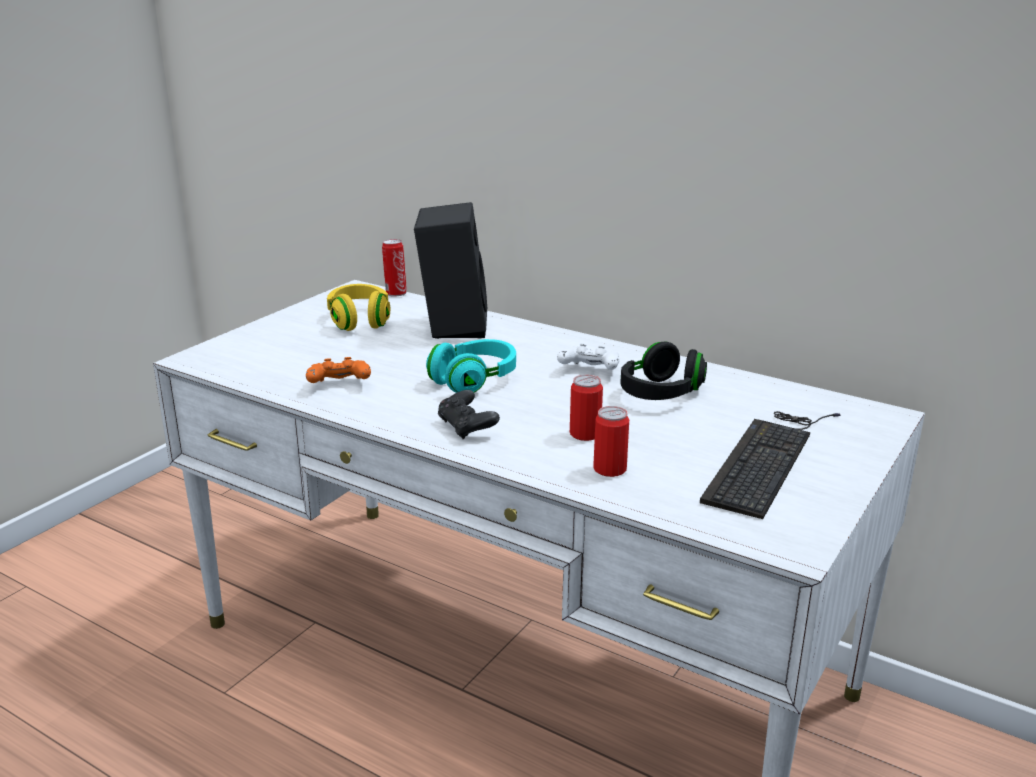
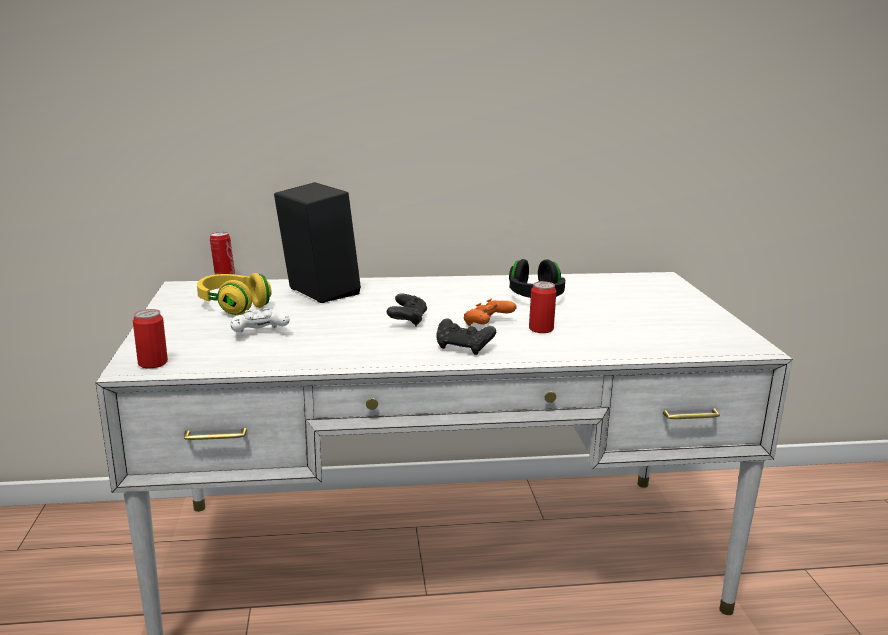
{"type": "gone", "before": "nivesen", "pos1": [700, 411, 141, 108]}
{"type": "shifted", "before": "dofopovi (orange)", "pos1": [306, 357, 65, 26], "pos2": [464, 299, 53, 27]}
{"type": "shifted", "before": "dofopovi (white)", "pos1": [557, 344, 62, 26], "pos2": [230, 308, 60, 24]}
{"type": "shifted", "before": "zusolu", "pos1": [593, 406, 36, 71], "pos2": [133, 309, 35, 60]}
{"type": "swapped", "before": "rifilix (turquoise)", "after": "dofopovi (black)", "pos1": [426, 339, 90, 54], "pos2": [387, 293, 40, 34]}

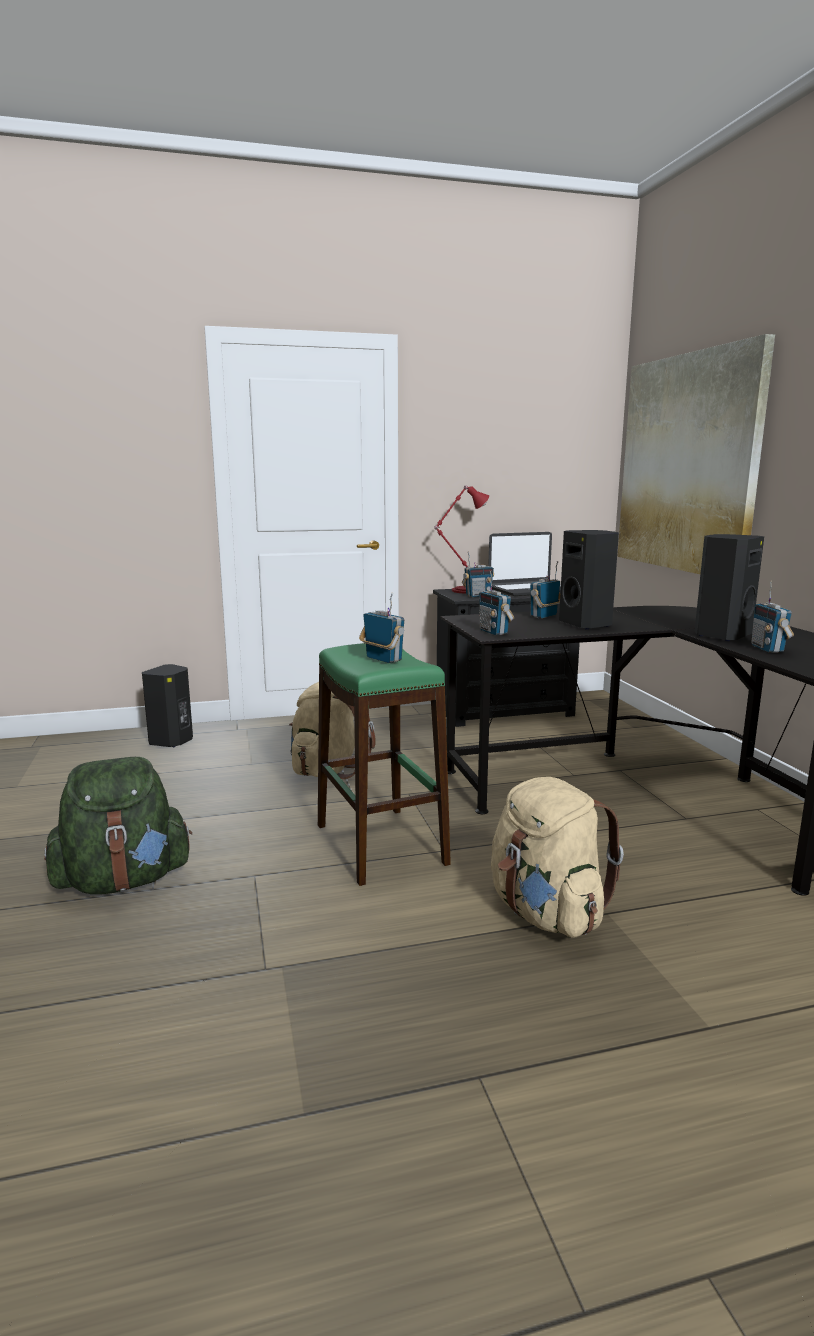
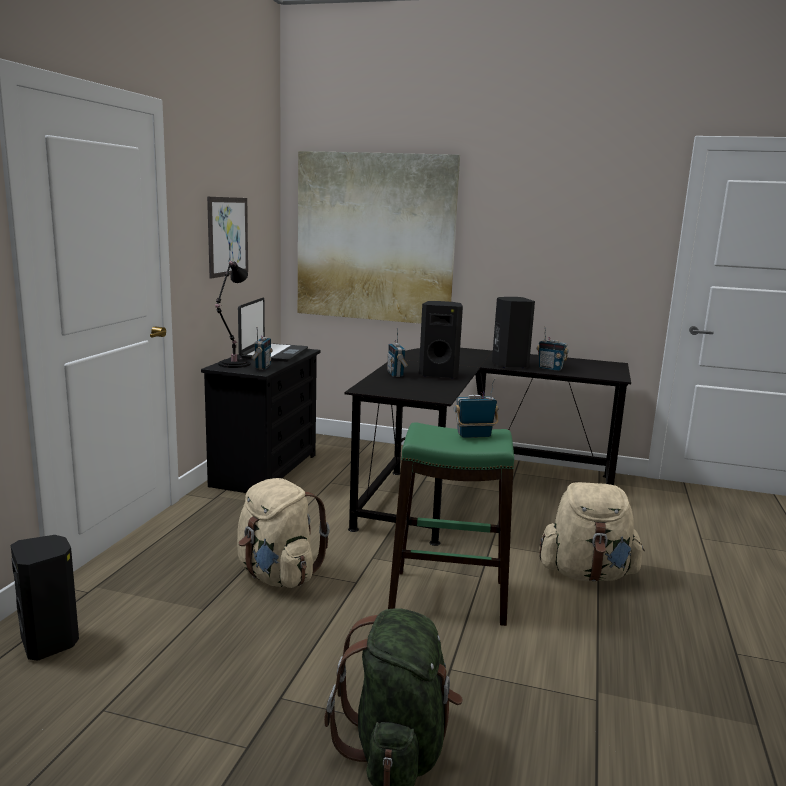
{"type": "gone", "before": "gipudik", "pos1": [479, 570, 35, 65]}
{"type": "new", "after": "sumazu", "pos2": [207, 197, 41, 82]}
{"type": "repainted", "before": "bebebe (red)", "after": "bebebe (black)", "pos1": [434, 486, 55, 108], "pos2": [215, 261, 35, 107]}

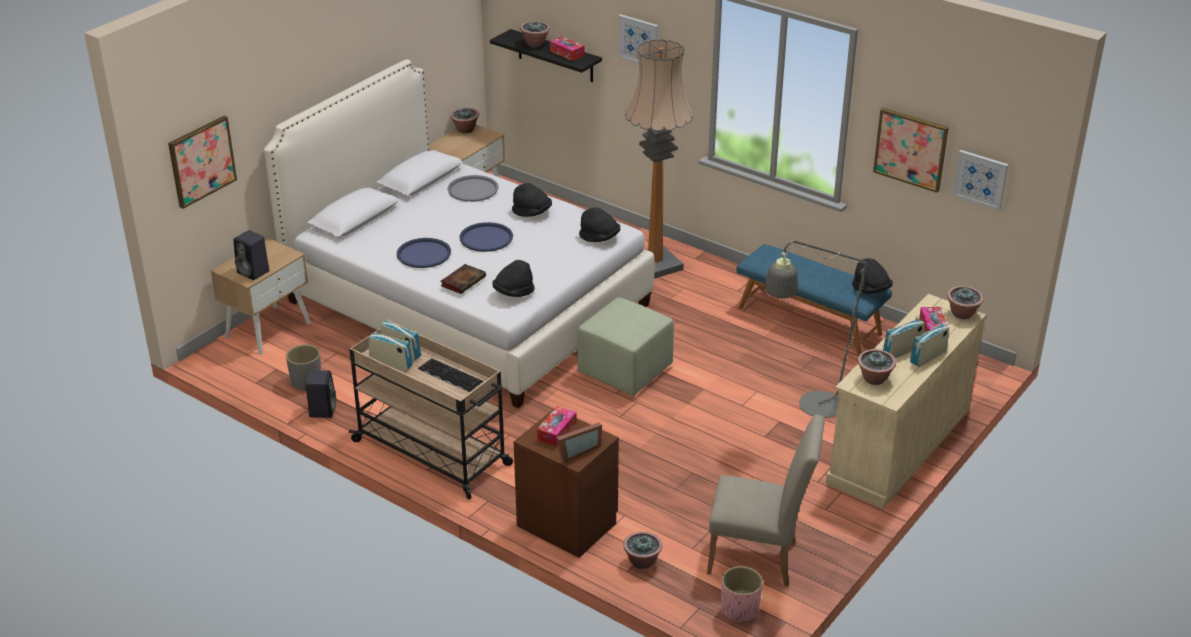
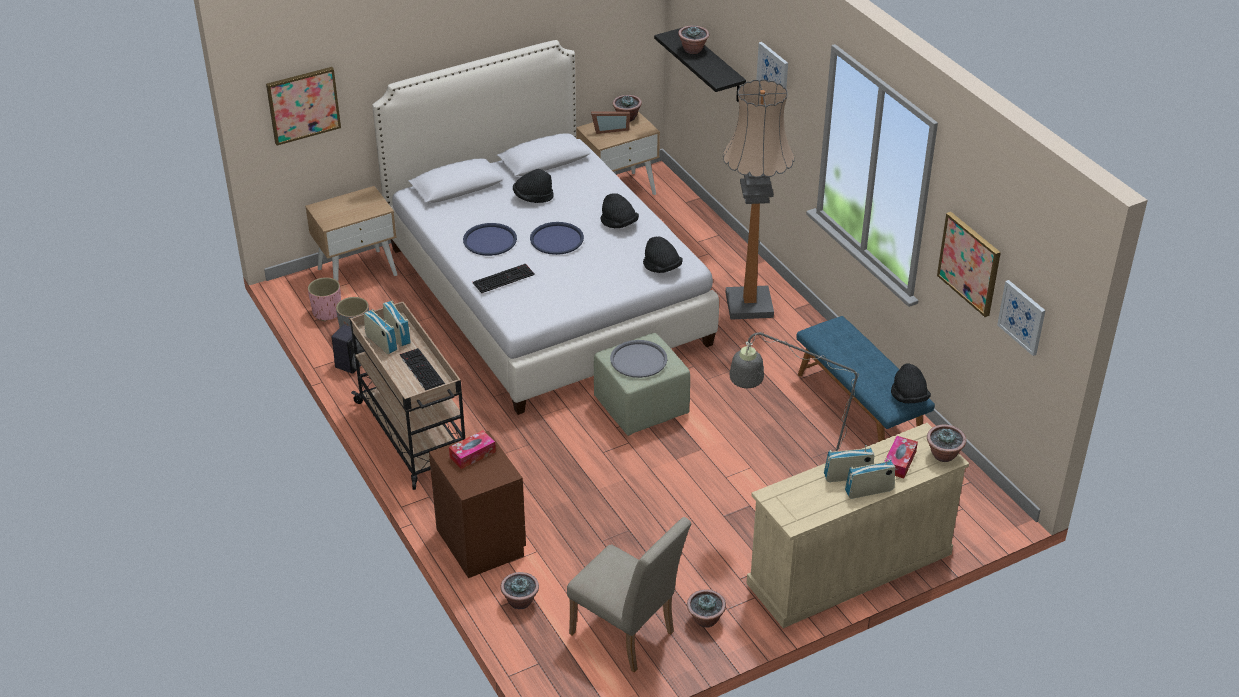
{"type": "gone", "before": "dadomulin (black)", "pos1": [234, 230, 35, 50]}
{"type": "gone", "before": "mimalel", "pos1": [550, 36, 35, 25]}
{"type": "shifted", "before": "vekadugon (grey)", "pos1": [448, 175, 50, 27], "pos2": [610, 340, 57, 38]}
{"type": "shifted", "before": "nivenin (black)", "pos1": [492, 260, 43, 37], "pos2": [513, 169, 41, 34]}
{"type": "shifted", "before": "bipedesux", "pos1": [556, 422, 46, 41], "pos2": [591, 111, 39, 23]}
{"type": "shifted", "before": "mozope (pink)", "pos1": [721, 566, 42, 57], "pos2": [308, 277, 33, 44]}
{"type": "shifted", "before": "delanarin", "pos1": [858, 349, 38, 36], "pos2": [687, 590, 39, 38]}
{"type": "swapped", "before": "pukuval", "after": "nivesen", "pos1": [440, 264, 46, 30], "pos2": [473, 264, 62, 29]}

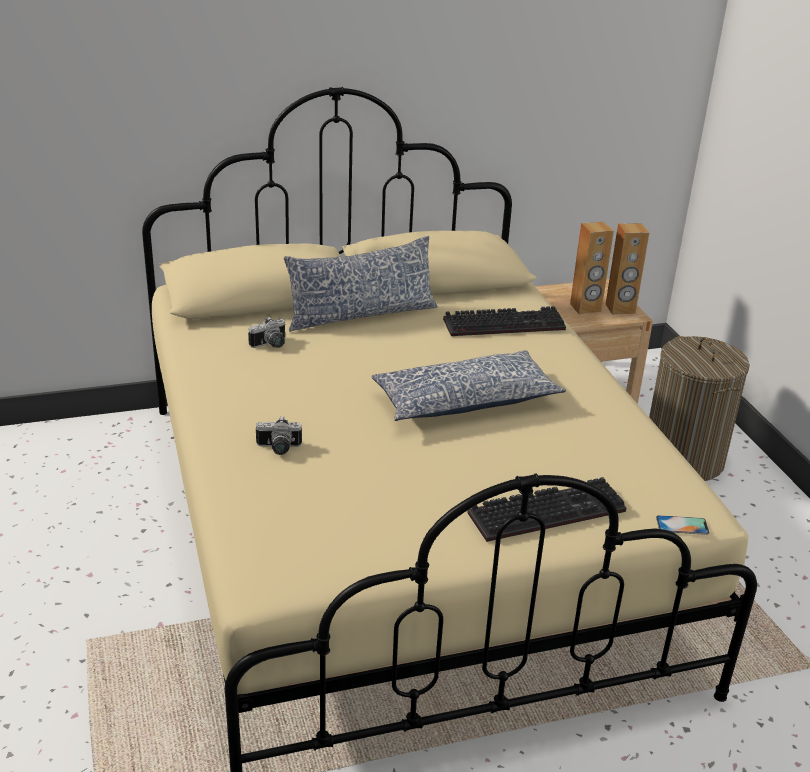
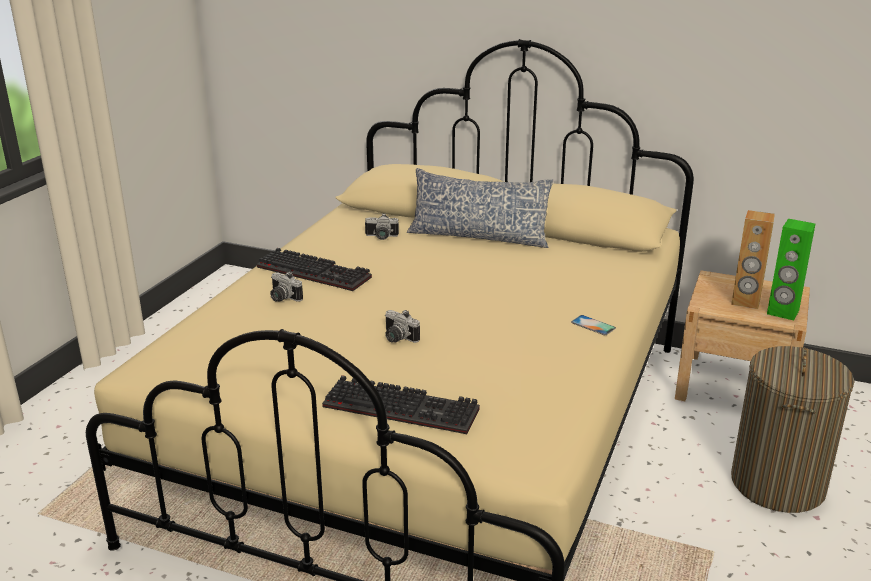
{"type": "gone", "before": "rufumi", "pos1": [371, 350, 195, 71]}
{"type": "new", "after": "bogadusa", "pos2": [385, 310, 35, 33]}
{"type": "shifted", "before": "nivesen", "pos1": [443, 306, 123, 30], "pos2": [257, 248, 115, 43]}
{"type": "shifted", "before": "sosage", "pos1": [656, 515, 54, 20], "pos2": [571, 315, 45, 20]}
{"type": "repainted", "before": "dadomulin (brown)", "after": "dadomulin (green)", "pos1": [606, 223, 44, 91], "pos2": [767, 219, 48, 101]}

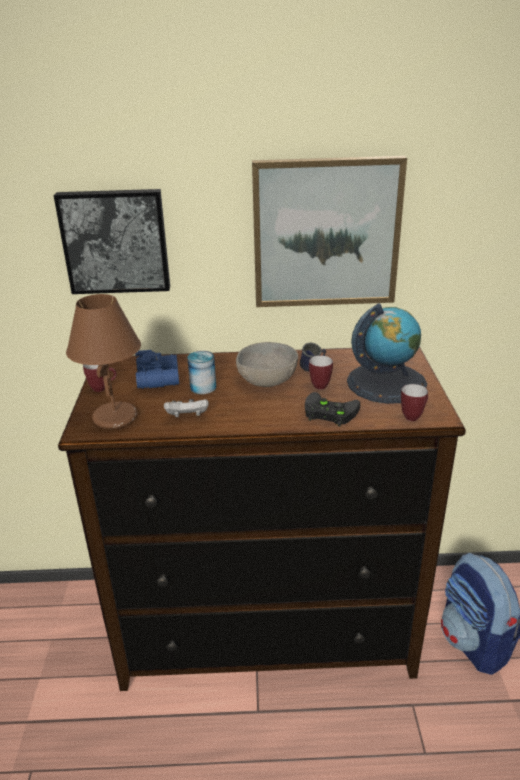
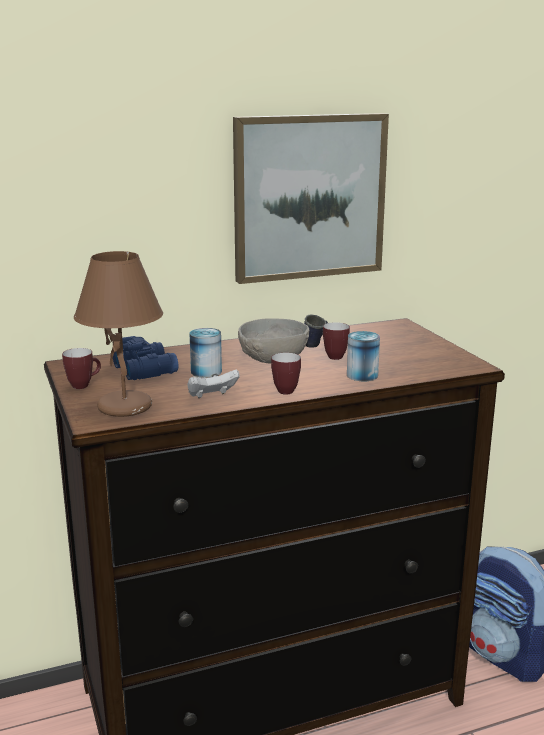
{"type": "gone", "before": "sumazu", "pos1": [54, 189, 116, 105]}
{"type": "gone", "before": "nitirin", "pos1": [347, 303, 80, 101]}
{"type": "shifted", "before": "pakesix", "pos1": [401, 384, 27, 37], "pos2": [271, 353, 30, 42]}
{"type": "swapped", "before": "dofopovi (black)", "after": "zusolu", "pos1": [305, 392, 55, 34], "pos2": [347, 331, 33, 50]}

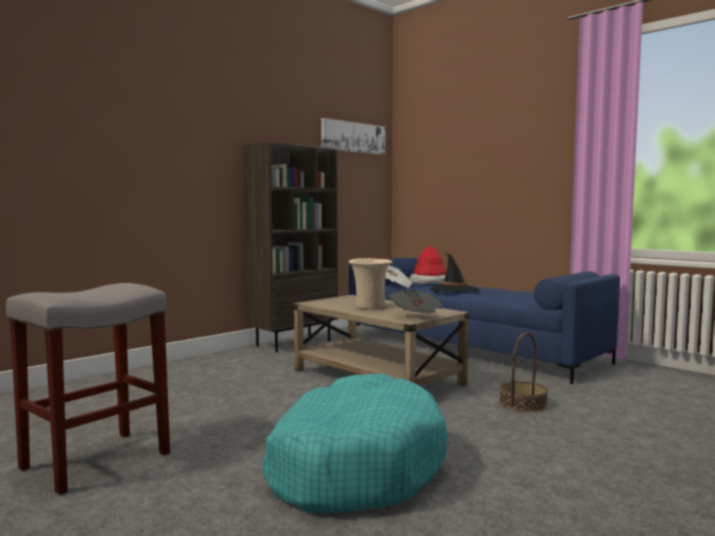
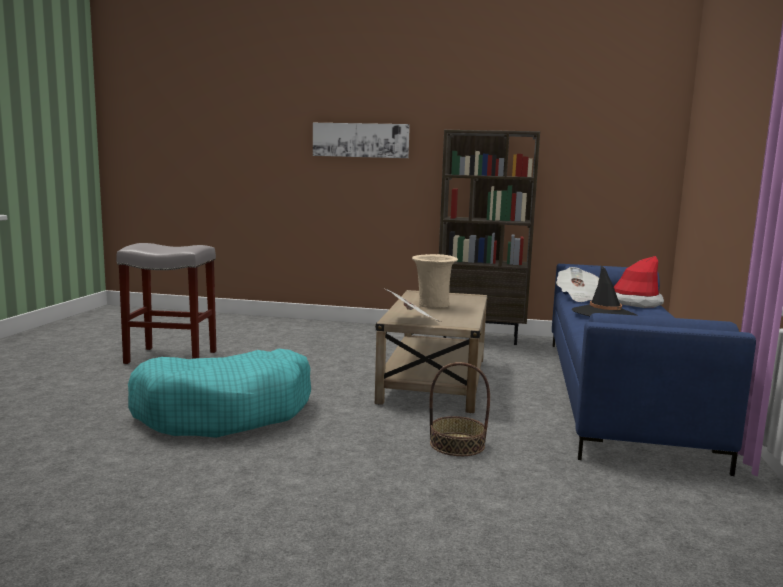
{"type": "shifted", "before": "sumazu", "pos1": [321, 118, 64, 37], "pos2": [313, 123, 97, 35]}

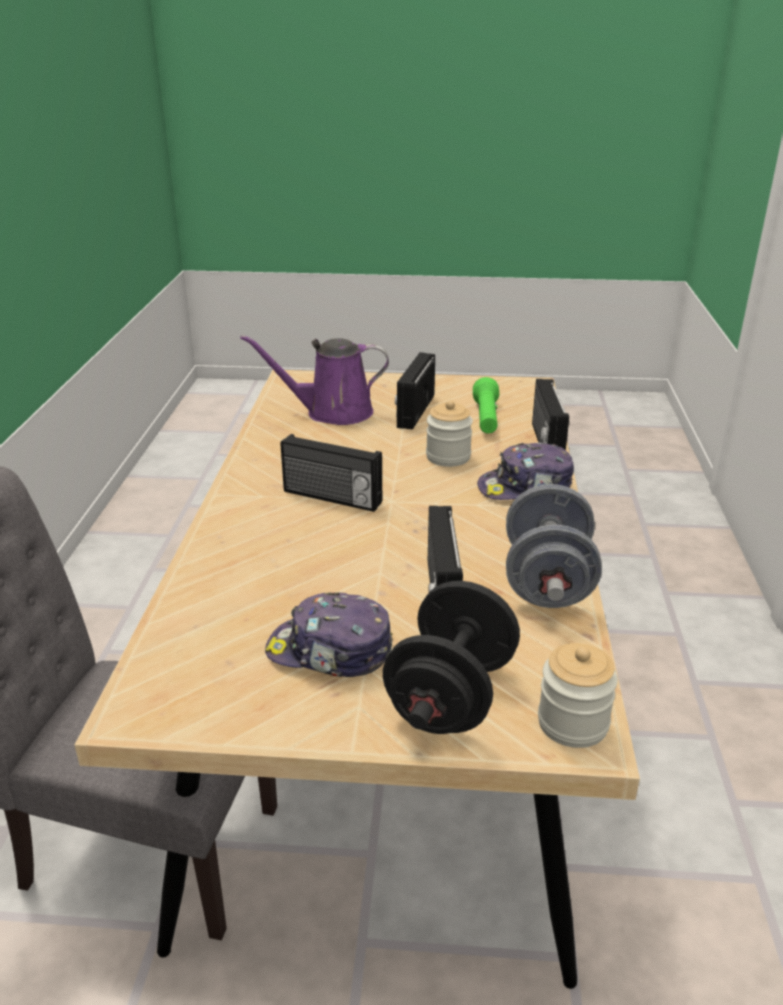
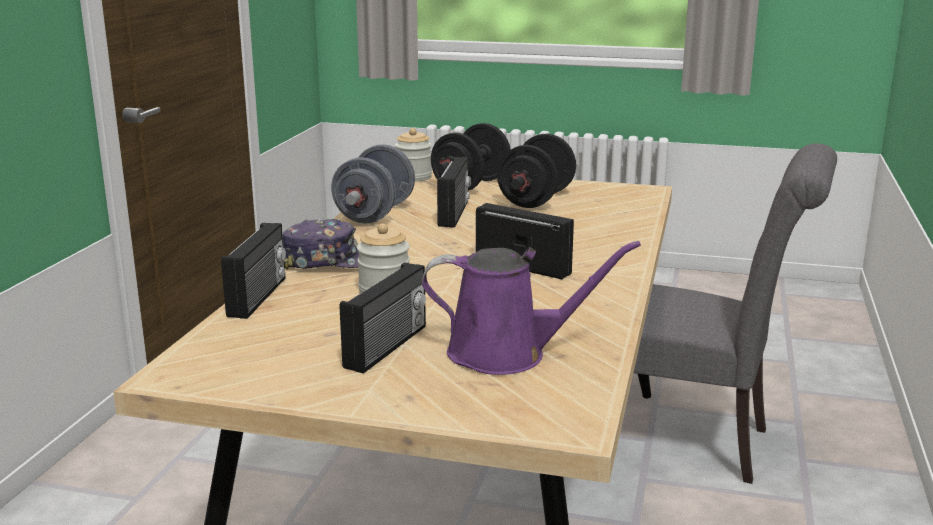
{"type": "gone", "before": "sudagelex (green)", "pos1": [473, 377, 26, 56]}
{"type": "swapped", "before": "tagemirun", "after": "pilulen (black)", "pos1": [265, 592, 128, 85], "pos2": [497, 134, 79, 74]}

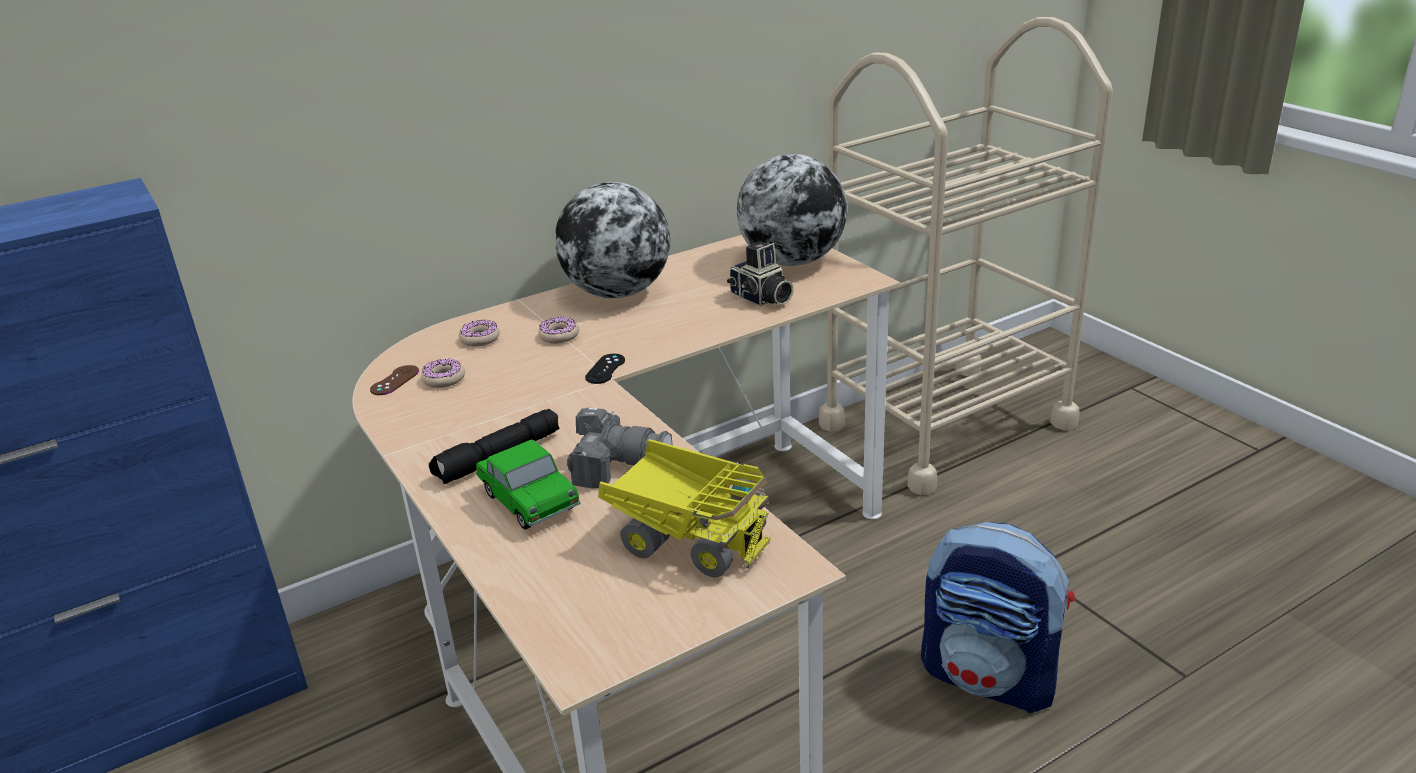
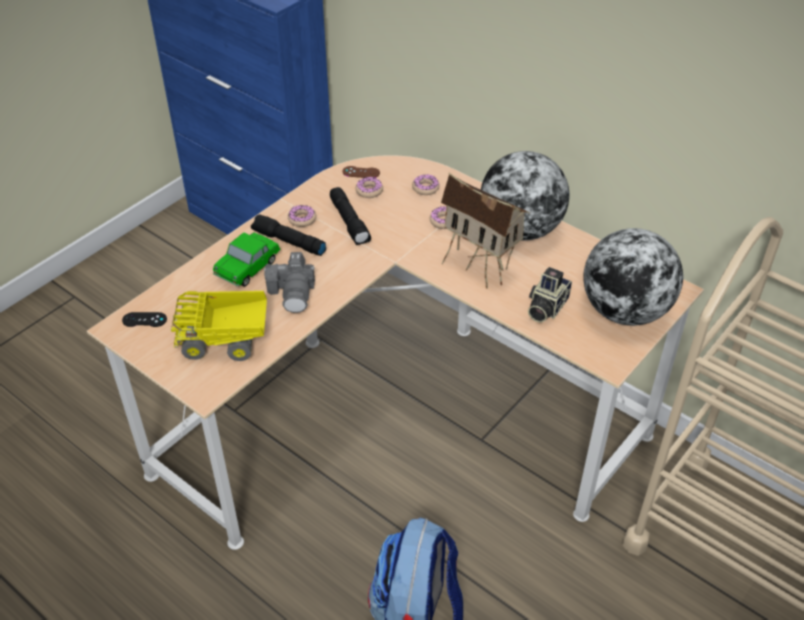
{"type": "new", "after": "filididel", "pos2": [288, 205, 28, 22]}
{"type": "new", "after": "sudagelex (black)", "pos2": [330, 187, 41, 58]}
{"type": "new", "after": "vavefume", "pos2": [441, 173, 89, 115]}
{"type": "shifted", "before": "dofopovi (black)", "pos1": [585, 354, 40, 30], "pos2": [122, 312, 45, 15]}
{"type": "rotated", "before": "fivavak", "pos1": [598, 439, 175, 139], "pos2": [171, 291, 96, 70], "turn": 75}

